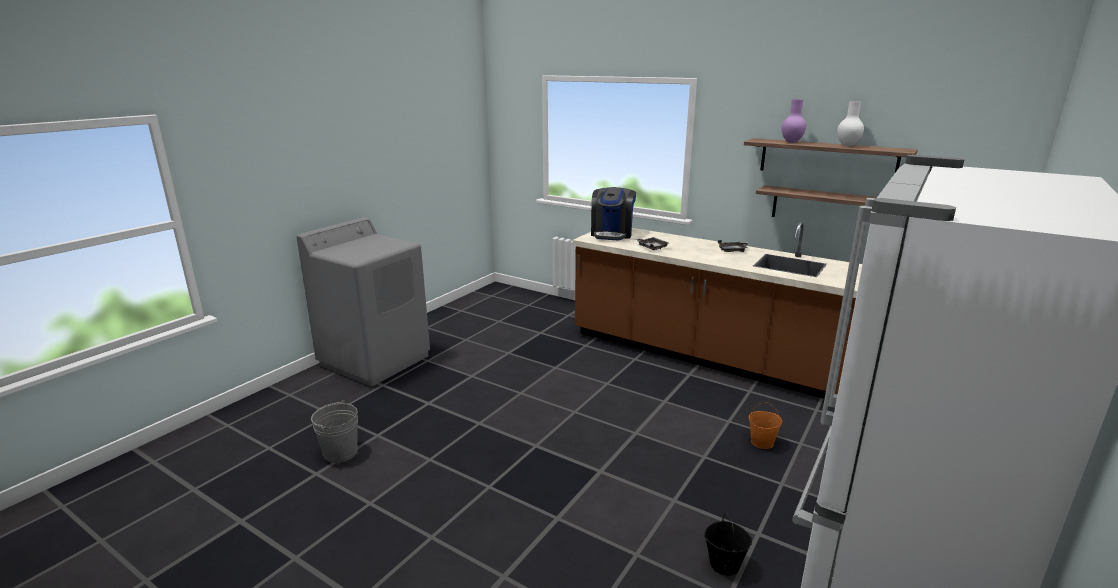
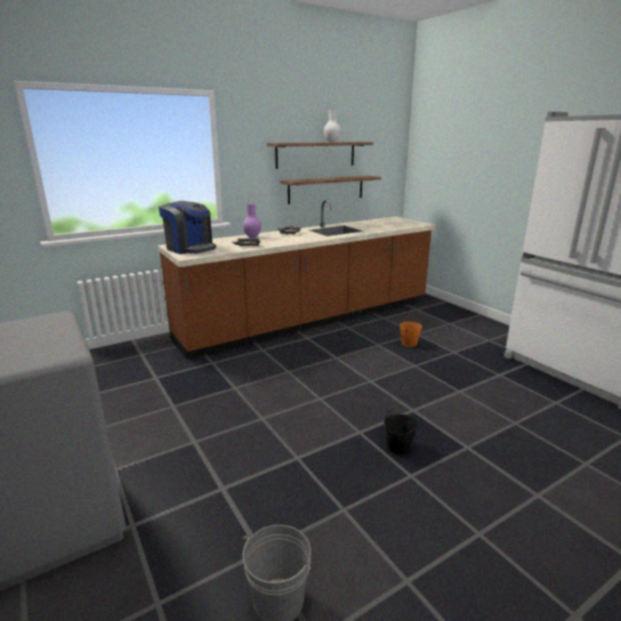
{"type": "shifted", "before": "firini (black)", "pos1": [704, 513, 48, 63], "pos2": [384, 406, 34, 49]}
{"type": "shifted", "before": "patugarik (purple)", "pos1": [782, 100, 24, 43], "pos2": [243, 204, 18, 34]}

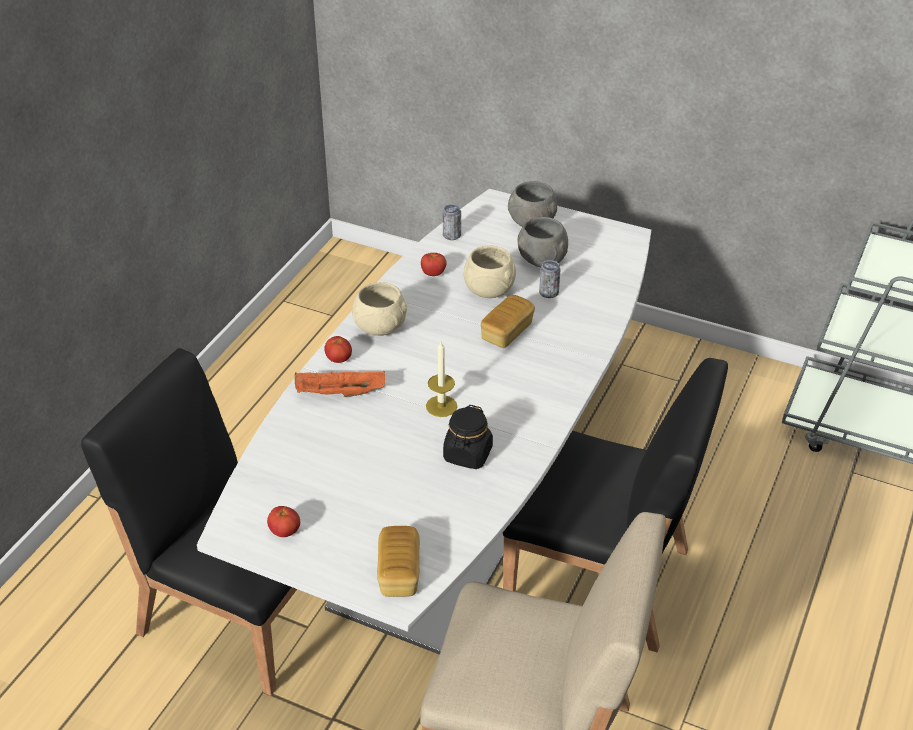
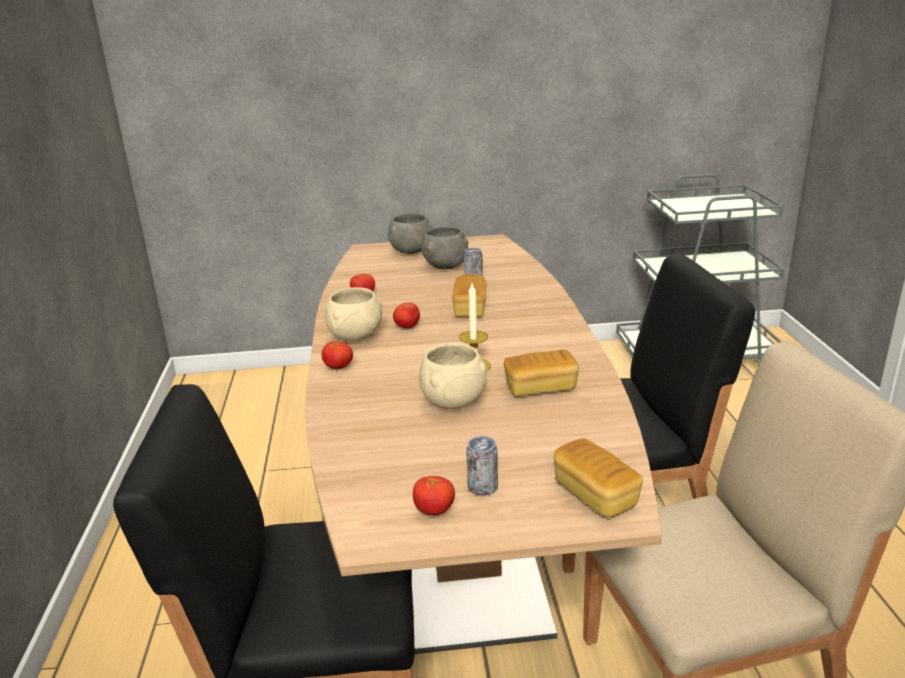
{"type": "gone", "before": "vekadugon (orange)", "pos1": [295, 370, 90, 27]}
{"type": "new", "after": "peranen", "pos2": [393, 303, 27, 25]}
{"type": "shifted", "before": "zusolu", "pos1": [443, 204, 18, 36], "pos2": [466, 436, 32, 60]}
{"type": "shifted", "before": "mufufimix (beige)", "pos1": [463, 246, 53, 52], "pos2": [419, 343, 68, 66]}
{"type": "swapped", "before": "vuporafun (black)", "after": "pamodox", "pos1": [443, 405, 50, 64], "pos2": [504, 349, 75, 47]}
{"type": "repainted", "before": "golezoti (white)", "after": "golezoti (brown)", "pos1": [197, 189, 454, 465], "pos2": [305, 234, 357, 420]}

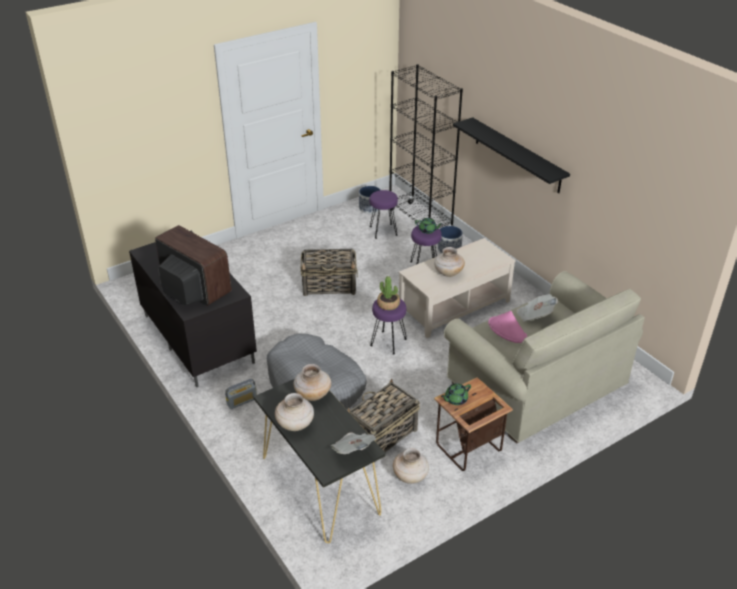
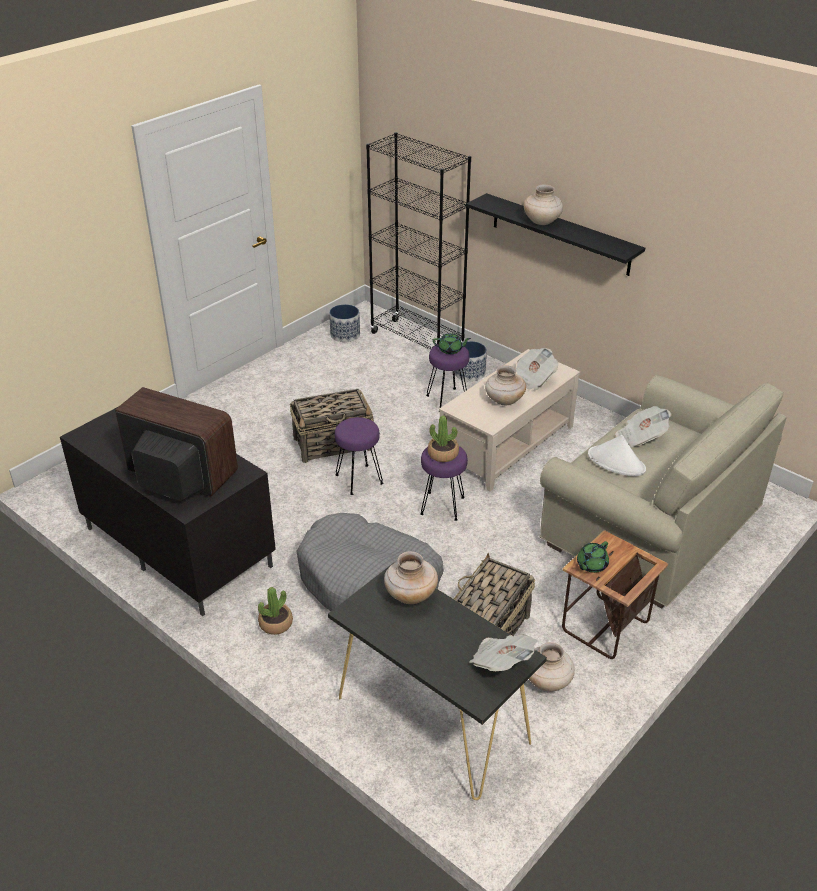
{"type": "new", "after": "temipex", "pos2": [516, 348, 42, 42]}
{"type": "shifted", "before": "patugarik (beige)", "pos1": [275, 393, 39, 38], "pos2": [524, 185, 39, 40]}
{"type": "shifted", "before": "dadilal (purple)", "pos1": [369, 190, 29, 49], "pos2": [335, 417, 48, 78]}
{"type": "swapped", "before": "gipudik", "after": "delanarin", "pos1": [225, 379, 32, 30], "pos2": [258, 587, 35, 48]}
{"type": "repainted", "before": "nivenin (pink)", "after": "nivenin (white)", "pos1": [488, 311, 39, 32], "pos2": [588, 435, 58, 41]}

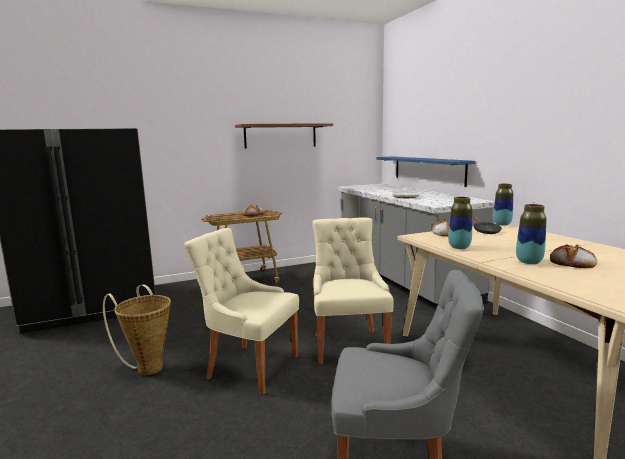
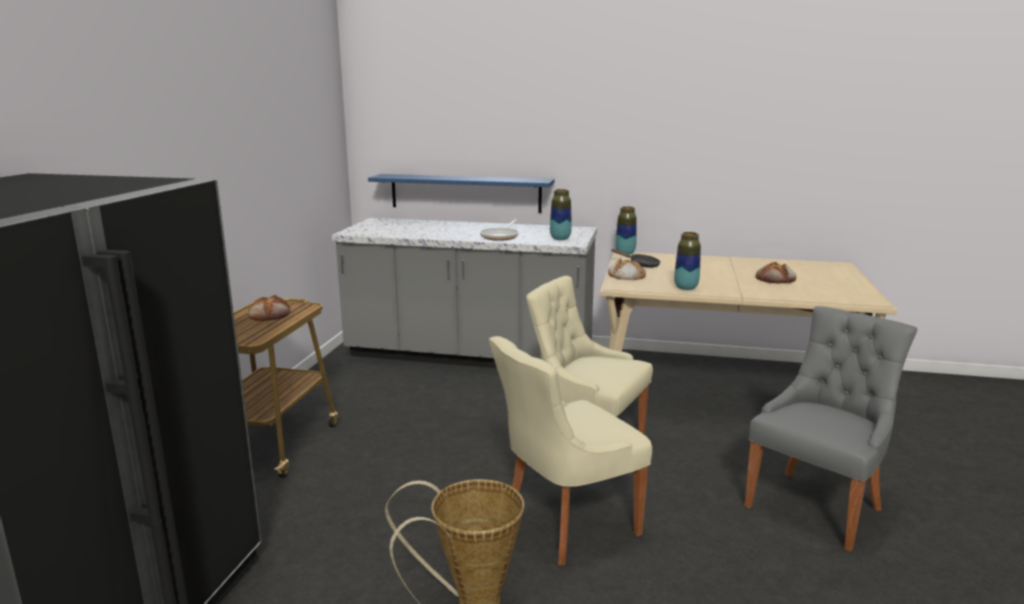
{"type": "gone", "before": "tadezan", "pos1": [235, 123, 98, 25]}
{"type": "shifted", "before": "patugarik", "pos1": [516, 204, 30, 60], "pos2": [550, 189, 22, 51]}

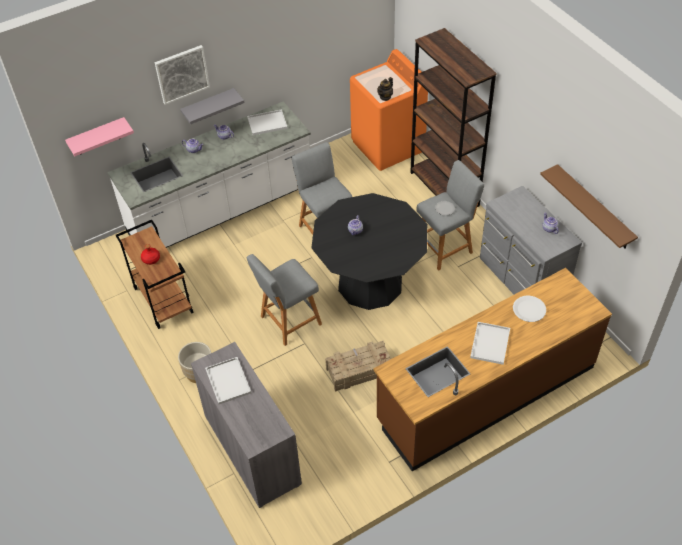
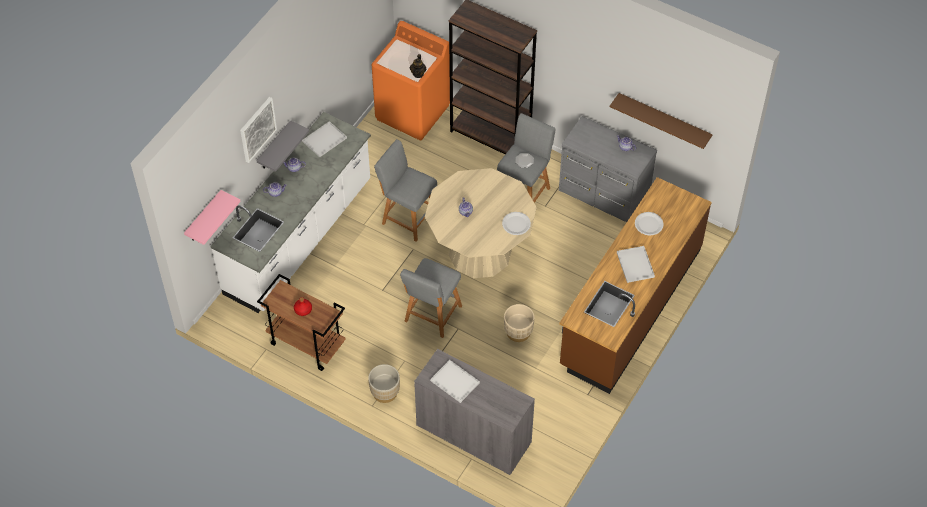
{"type": "new", "after": "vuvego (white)", "pos2": [502, 212, 29, 23]}
{"type": "swapped", "before": "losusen", "after": "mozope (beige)", "pos1": [325, 341, 66, 51], "pos2": [504, 304, 30, 38]}
{"type": "repainted", "before": "golezoti (black)", "after": "golezoti (beige)", "pos1": [311, 193, 116, 117], "pos2": [425, 168, 112, 110]}

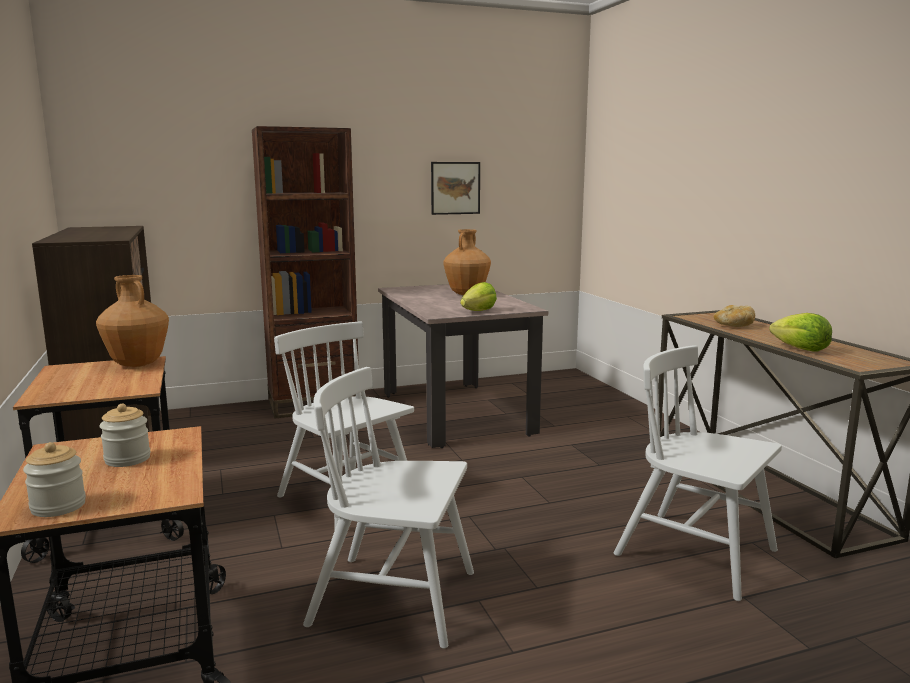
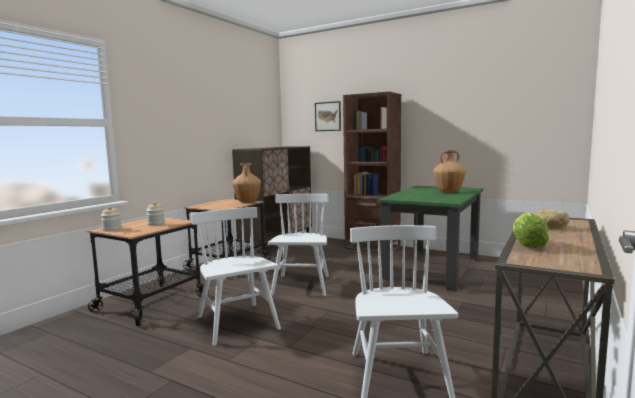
{"type": "gone", "before": "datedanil", "pos1": [460, 282, 37, 29]}
{"type": "shifted", "before": "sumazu", "pos1": [431, 162, 49, 53], "pos2": [315, 101, 26, 30]}
{"type": "repainted", "before": "golezoti (beige)", "after": "golezoti (green)", "pos1": [378, 284, 170, 164], "pos2": [377, 186, 106, 105]}

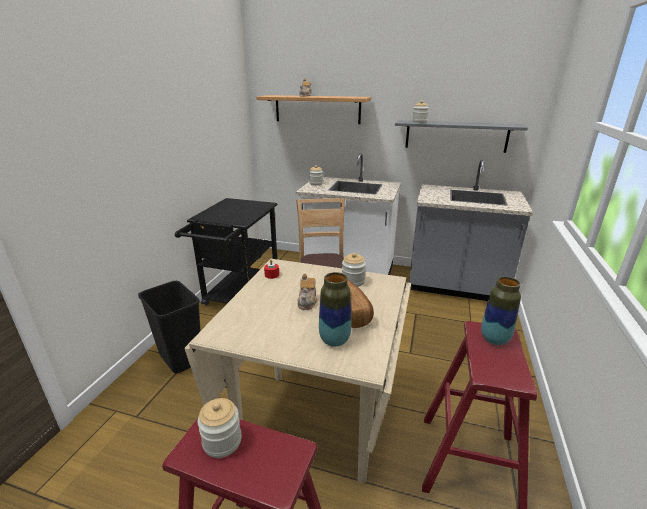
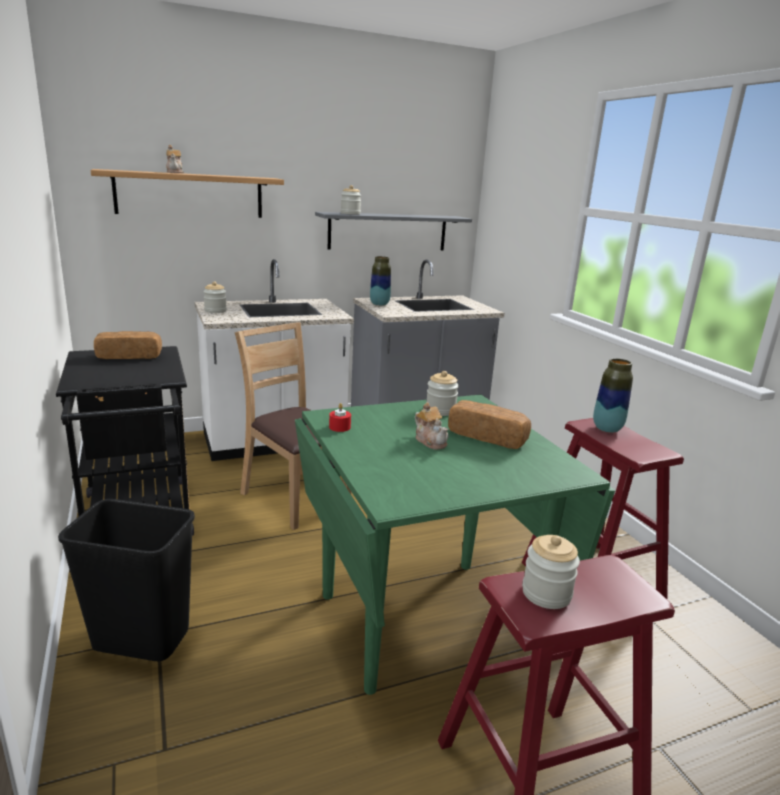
{"type": "new", "after": "pamodox", "pos2": [94, 331, 68, 28]}
{"type": "shifted", "before": "patugarik", "pos1": [319, 272, 32, 75], "pos2": [370, 256, 21, 50]}
{"type": "repainted", "before": "golezoti (beige)", "after": "golezoti (green)", "pos1": [184, 259, 227, 225], "pos2": [295, 395, 320, 300]}

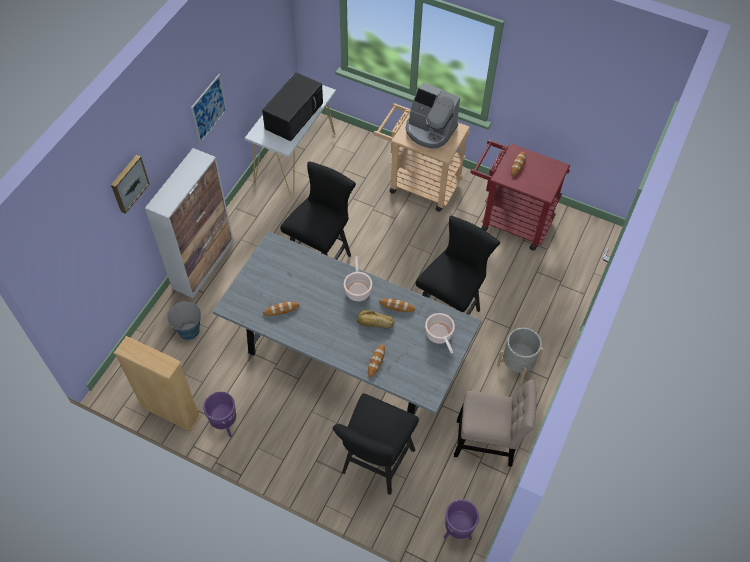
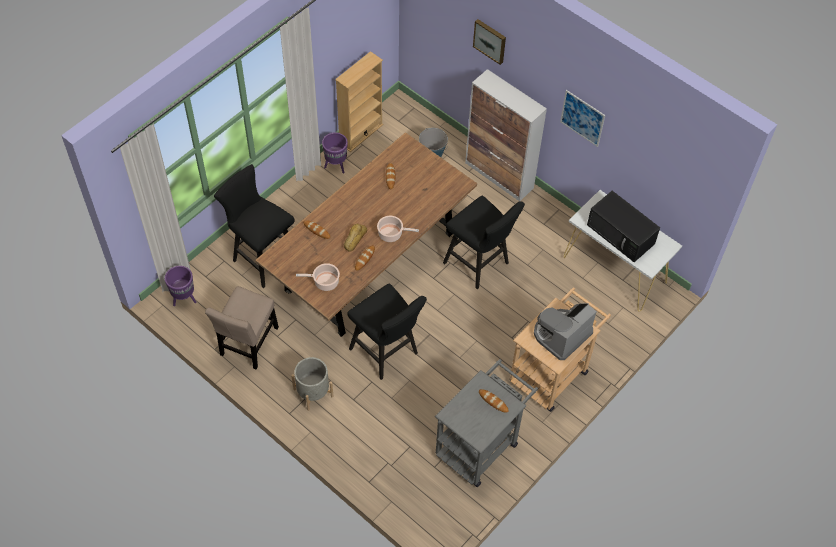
{"type": "repainted", "before": "golezoti (grey)", "after": "golezoti (brown)", "pos1": [212, 231, 269, 184], "pos2": [255, 132, 222, 205]}
{"type": "repainted", "before": "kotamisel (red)", "after": "kotamisel (grey)", "pos1": [470, 140, 100, 110], "pos2": [435, 359, 103, 128]}

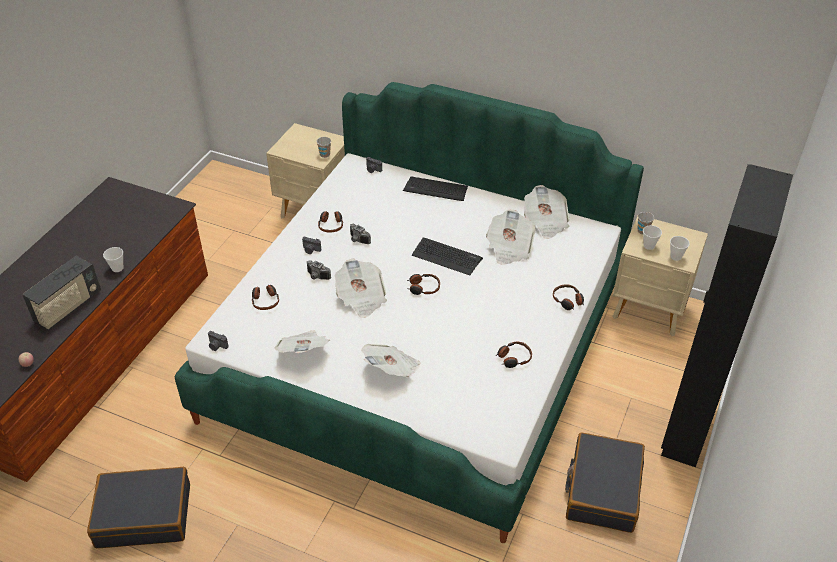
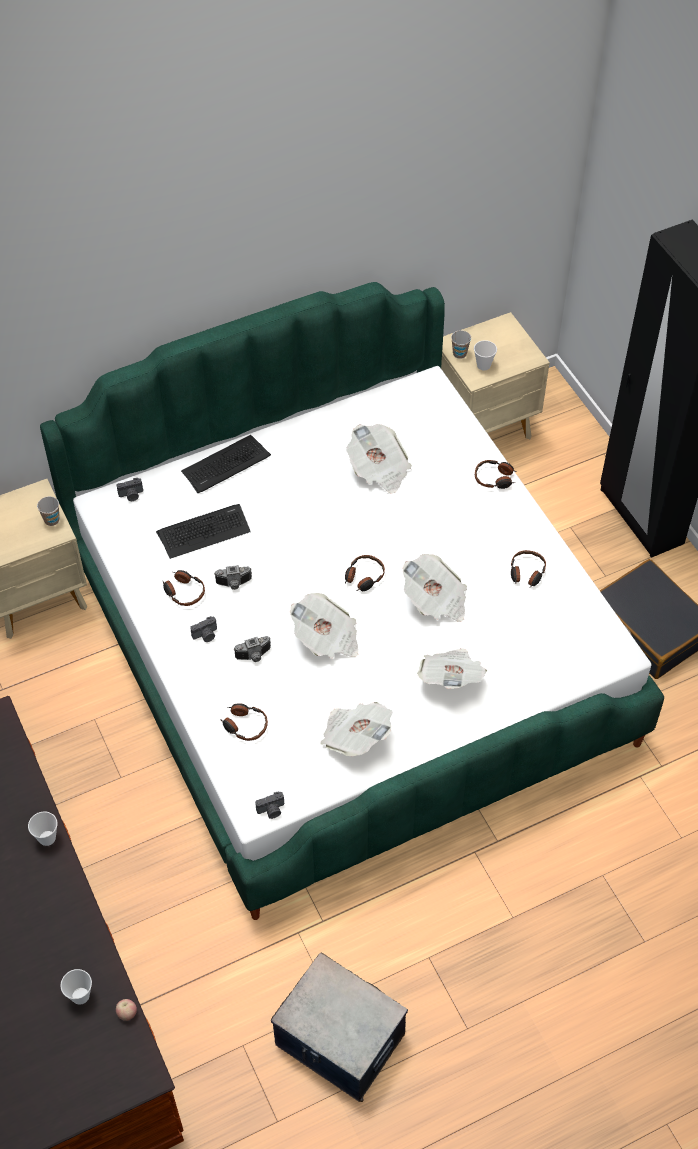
{"type": "gone", "before": "gipudik", "pos1": [22, 256, 79, 74]}
{"type": "shifted", "before": "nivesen", "pos1": [412, 238, 71, 37], "pos2": [156, 504, 95, 55]}
{"type": "shifted", "before": "temipex", "pos1": [524, 185, 45, 54], "pos2": [403, 554, 64, 68]}
{"type": "shifted", "before": "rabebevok", "pos1": [670, 236, 20, 25], "pos2": [60, 969, 32, 36]}
{"type": "swapped", "before": "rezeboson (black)", "after": "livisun", "pos1": [87, 467, 103, 81], "pos2": [271, 952, 137, 150]}

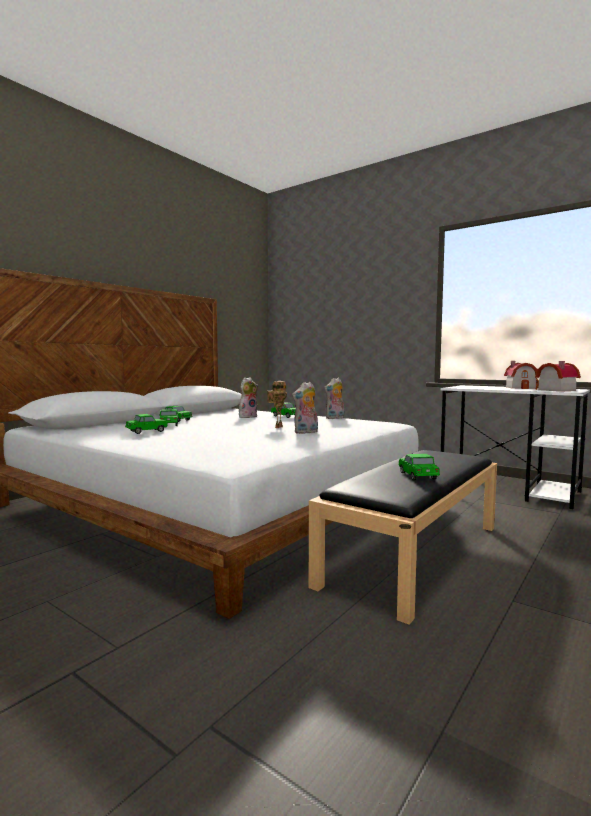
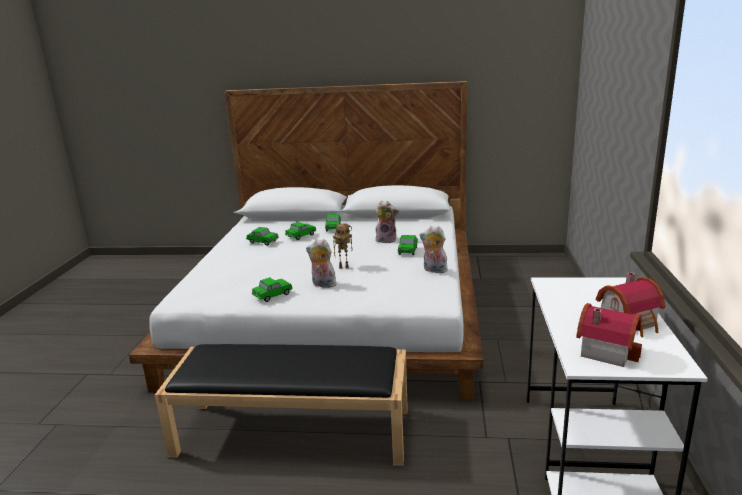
{"type": "shifted", "before": "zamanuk", "pos1": [398, 454, 42, 27], "pos2": [252, 277, 41, 25]}

